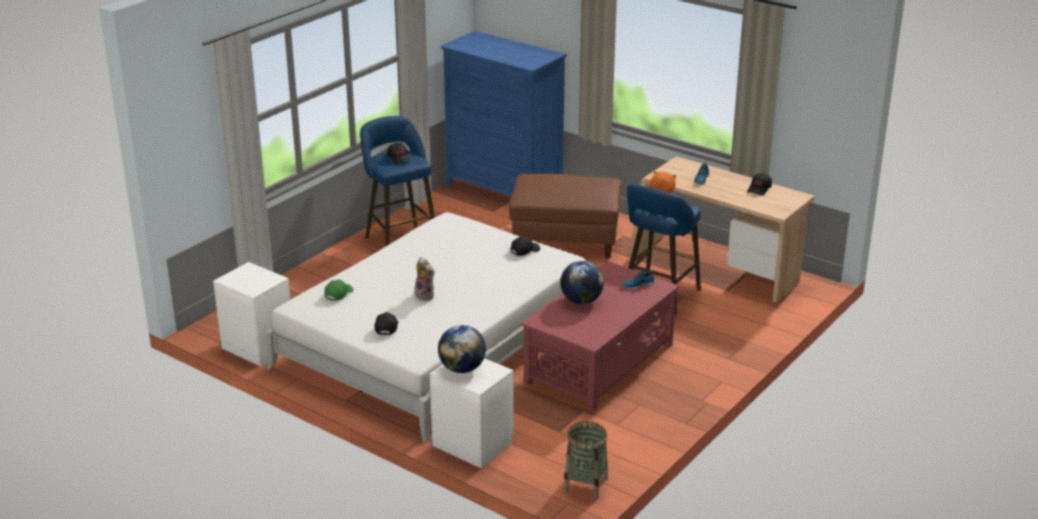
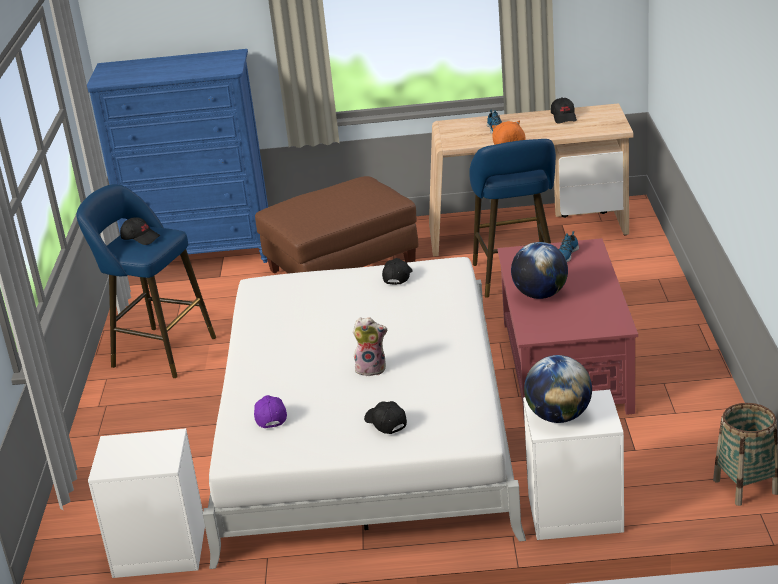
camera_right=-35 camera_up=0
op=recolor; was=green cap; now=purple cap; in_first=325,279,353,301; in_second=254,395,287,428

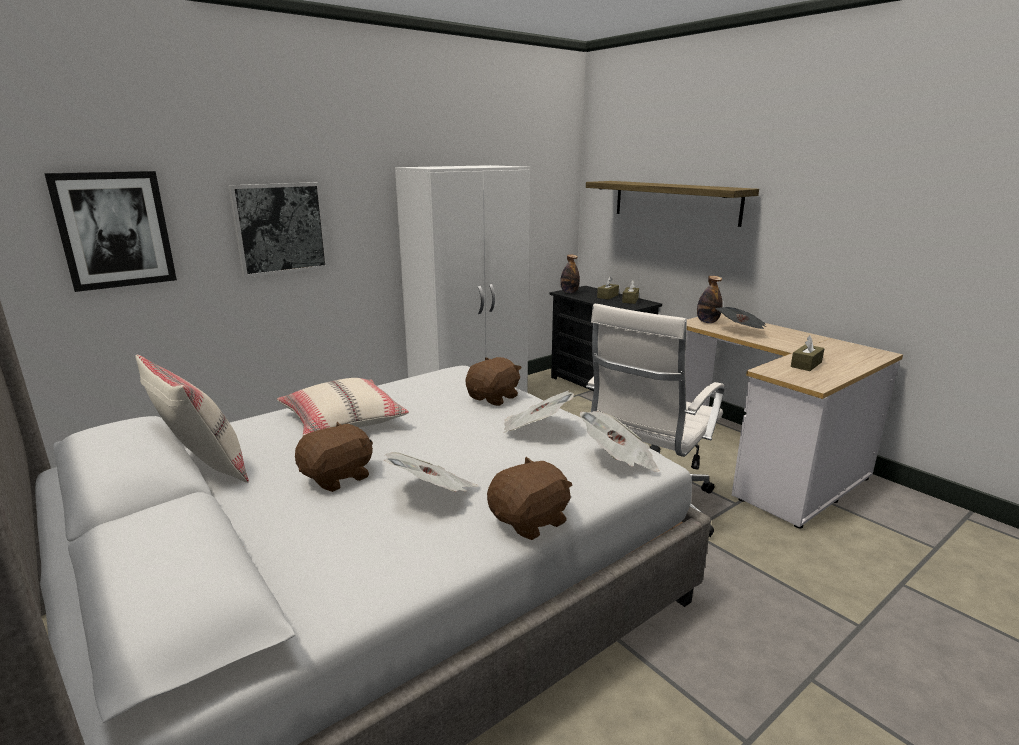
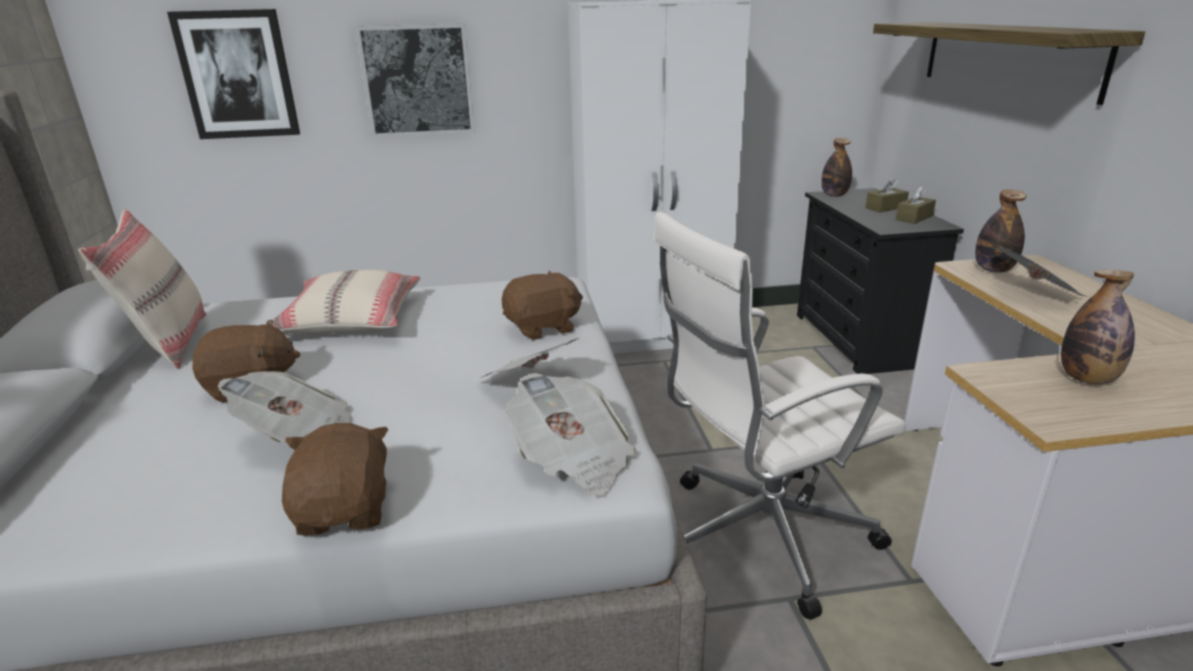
camera_right=30 camera_up=5
op=replace; was=brown tissue box; now=bottle; in_first=791,336,825,371; in_second=1061,270,1135,384
op=rotate; was=brown plush toy; in_first=487,457,573,540; in_second=282,423,389,536; clockwise=-90

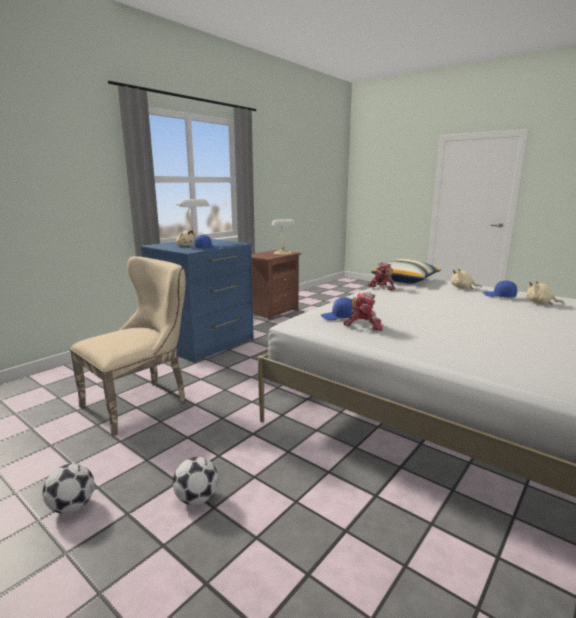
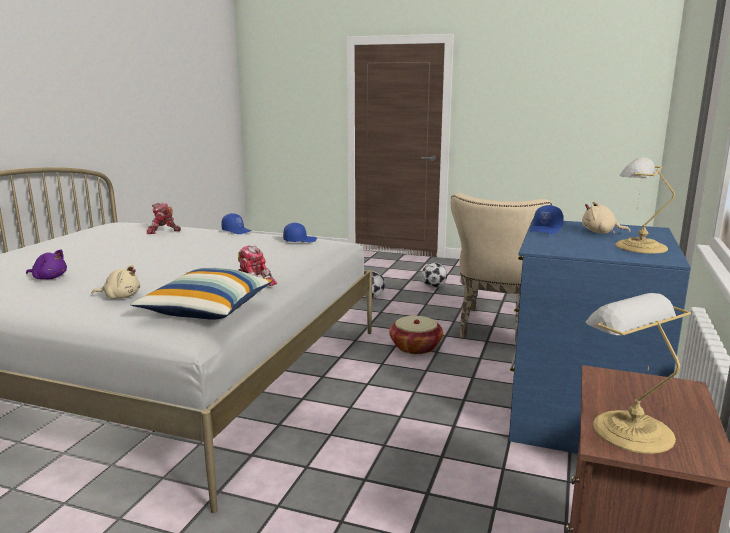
camera_right=160 camera_up=0
op=insert; now=basket; in_second=389,316,443,354
op=move; was=toy robot; in_first=343,292,383,331; in_second=147,203,181,234
op=move; was=blue cap; in_first=484,280,517,298; in_second=221,213,252,234
op=recolor; was=beige plush toy; now=purple plush toy; in_first=526,280,565,305; in_second=26,249,67,279

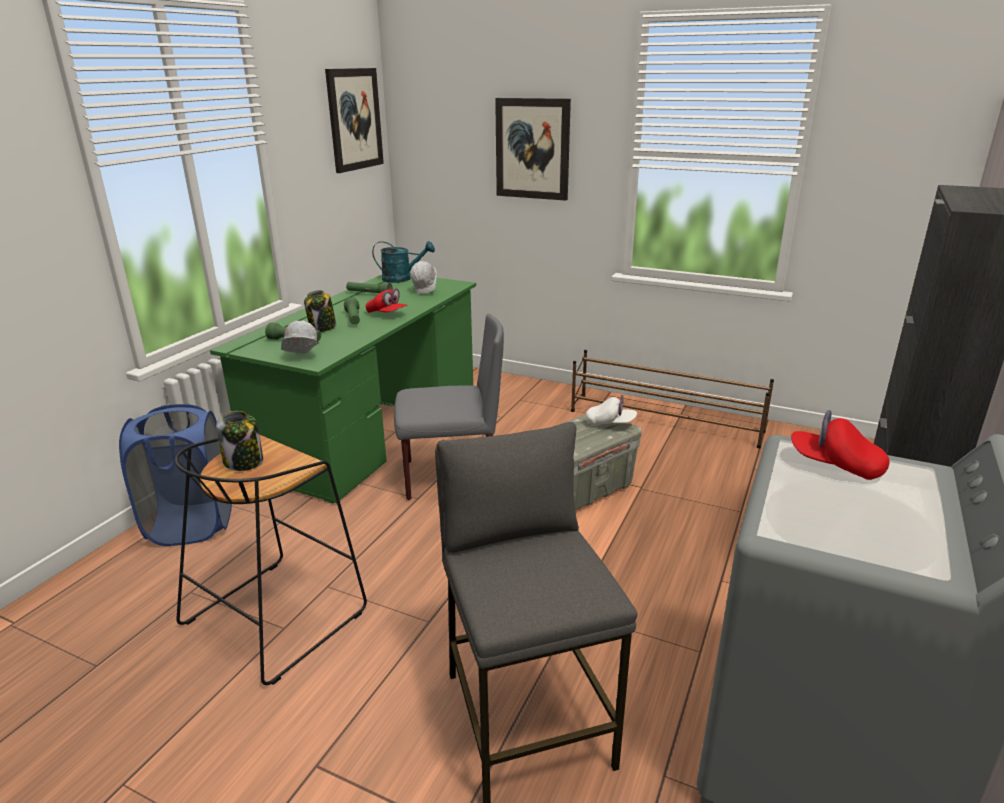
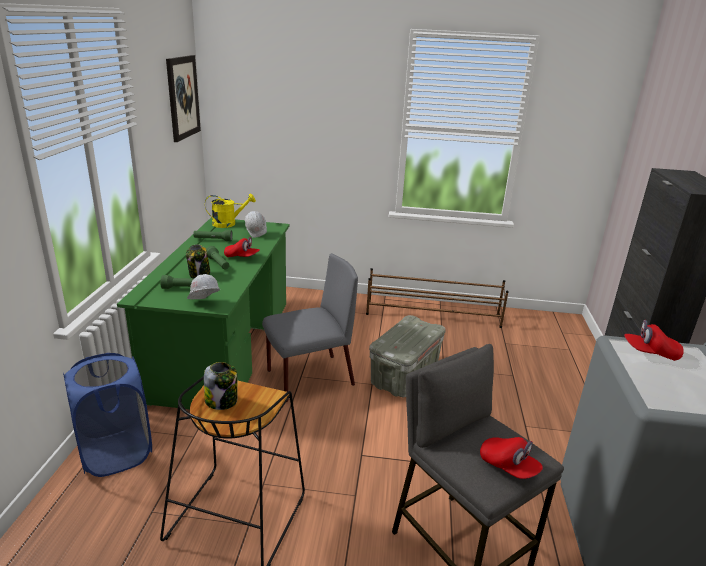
camera_right=-20 camera_up=0
op=delete; was=picture; in_first=495,98,571,201
op=delete; was=white cap; in_first=586,395,637,425
op=insert; now=red cap; in_second=480,437,543,479
op=recolor; was=turquoise watering can; now=yellow watering can; in_first=372,241,435,283; in_second=205,194,256,228

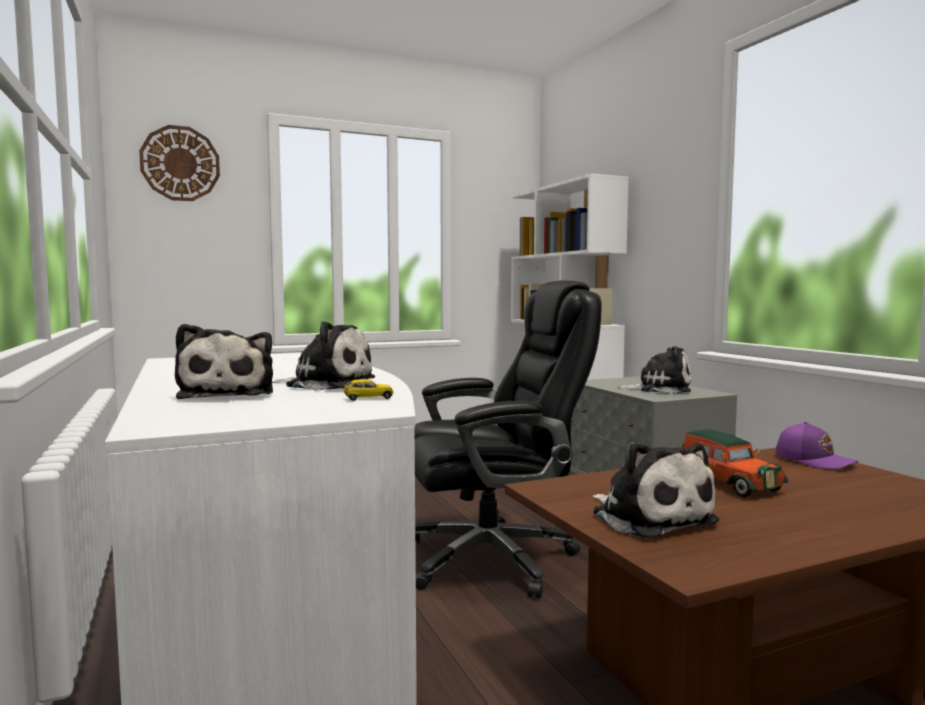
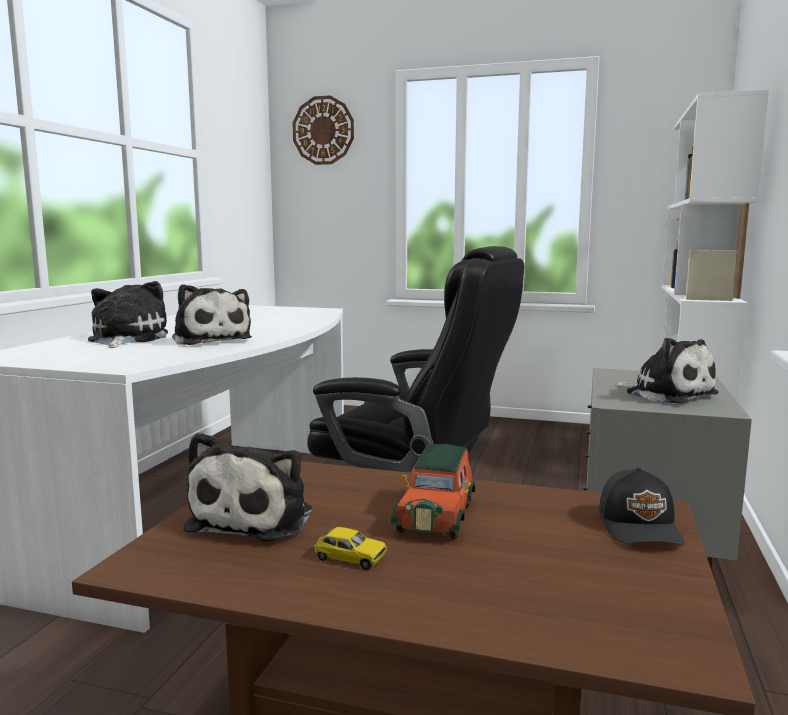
camera_right=40 camera_up=5
op=move; was=toy car; in_first=344,379,394,401; in_second=315,527,387,570
op=recolor; was=purple cap; now=black cap; in_first=776,421,859,469; in_second=599,467,685,545
op=rotate; was=plush toy; in_first=175,324,273,399; in_second=88,281,168,348; clockwise=150

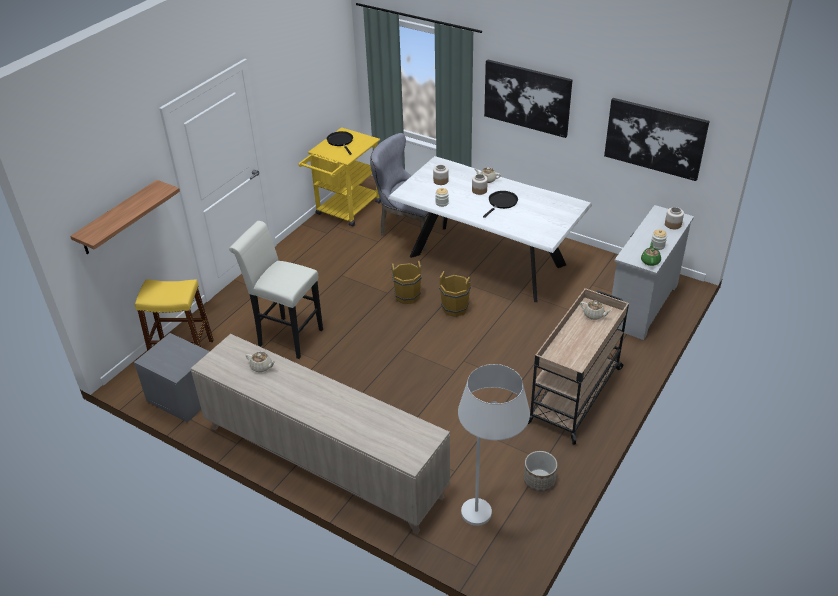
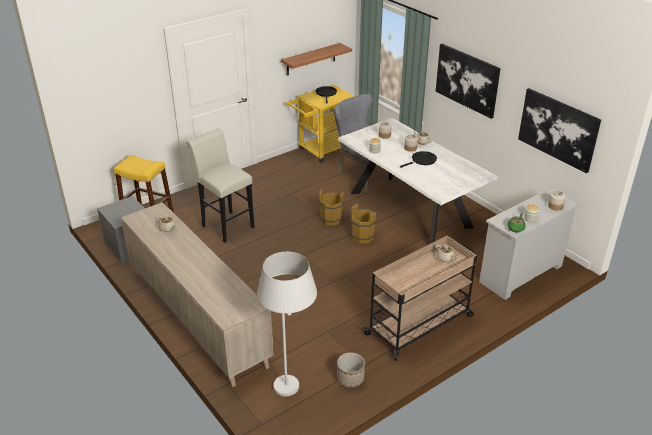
camera_right=20 camera_up=-5
op=move; was=shelf; in_first=70,180,180,254; in_second=281,43,352,75

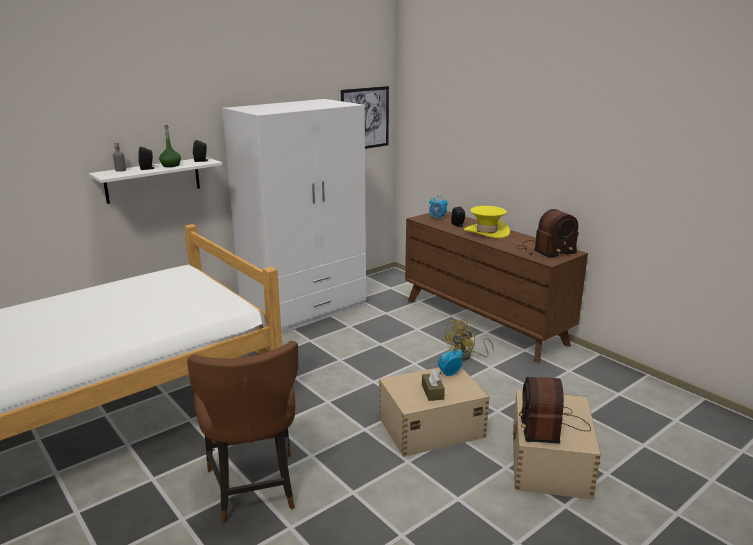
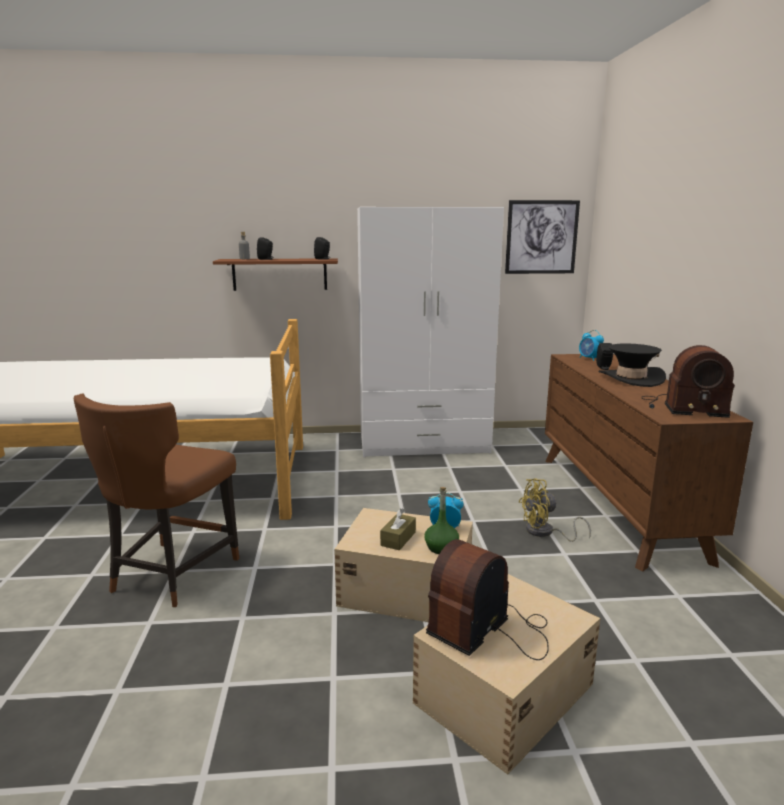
camera_right=35 camera_up=-5
op=move; was=green bottle; in_first=159,125,181,167; in_second=424,487,459,554
op=recolor; was=white shelf; now=brown shelf; in_first=89,157,222,204; in_second=213,258,338,291
op=recolor; was=yellow hat; now=black hat; in_first=464,206,510,238; in_second=599,343,666,387

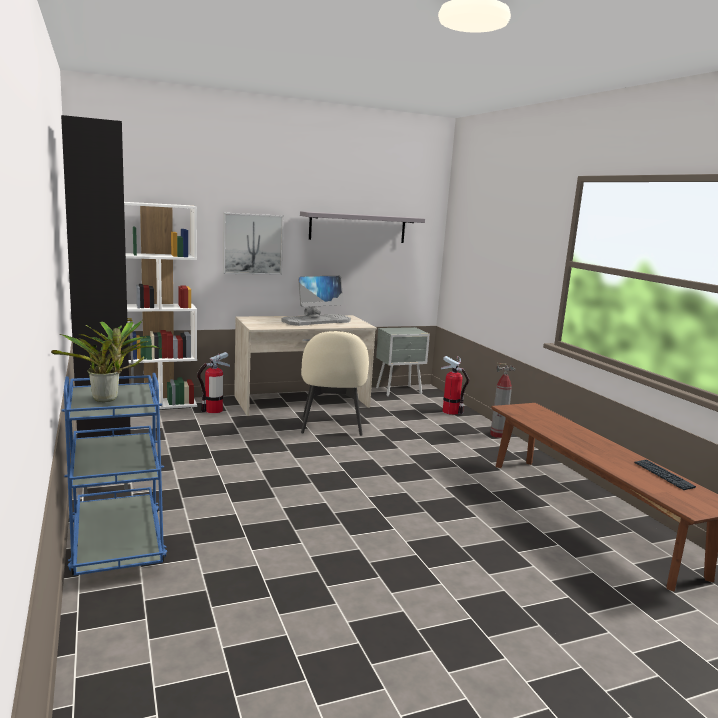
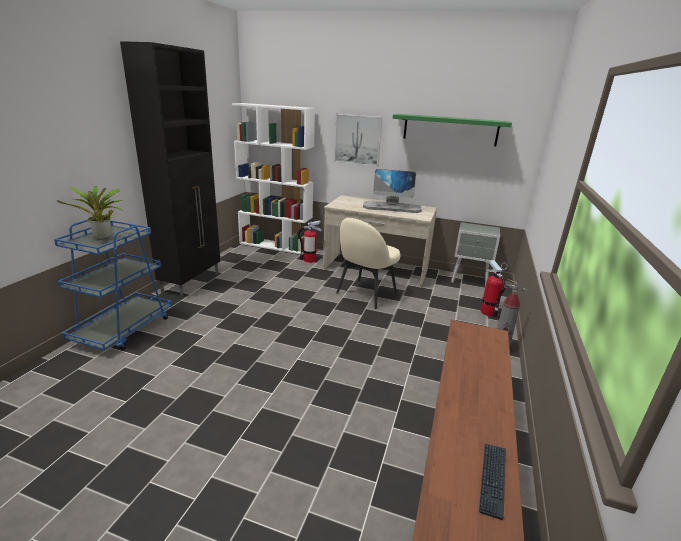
camera_right=40 camera_up=10
op=recolor; was=grey shelf; now=green shelf; in_first=300,211,425,243; in_second=393,114,512,146

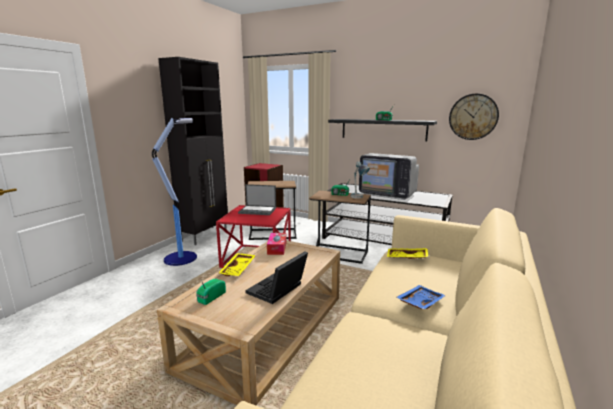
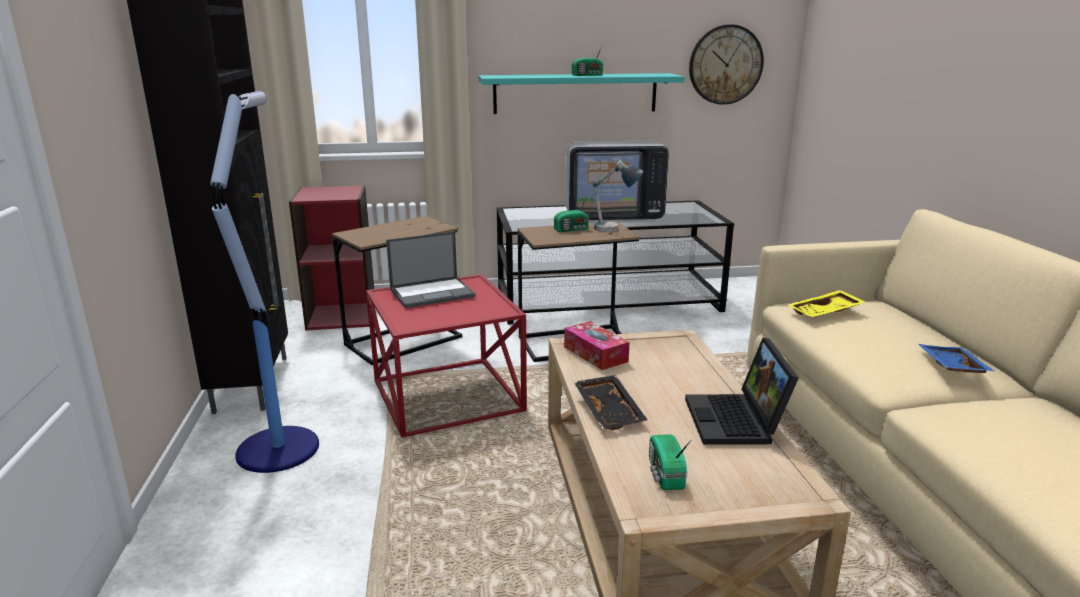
camera_right=-35 camera_up=5
op=recolor; was=yellow tray; now=black tray; in_first=219,253,256,276; in_second=574,375,648,430
op=recolor; was=black shelf; now=turquoise shelf; in_first=328,119,437,141; in_second=479,73,685,114

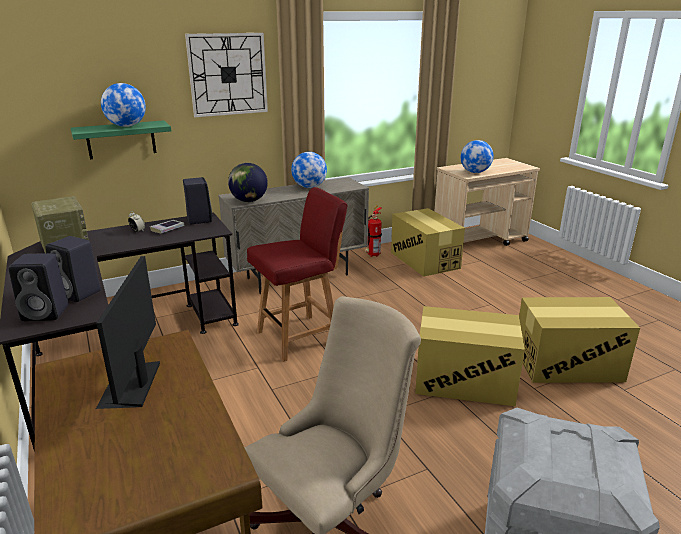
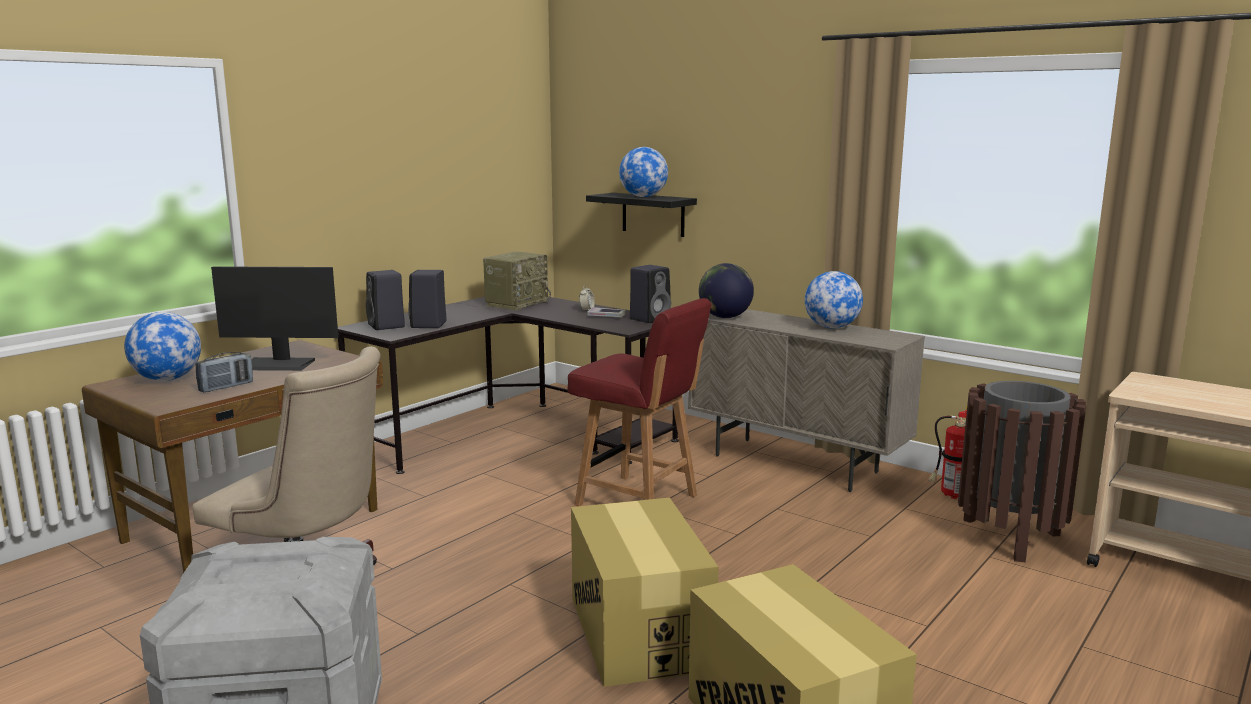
camera_right=65 camera_up=-10
op=delete; was=wall clock; in_first=185,33,268,117
op=insert; now=radio; in_second=195,352,253,392
op=move; was=globe; in_first=460,140,494,173; in_second=124,312,201,381
op=replace; was=cardboard box; now=brown trash can; in_first=391,208,465,277; in_second=958,381,1086,562
op=recolor; was=green shelf; now=black shelf; in_first=71,120,171,159; in_second=586,193,697,237
op=rotate; was=monitor; in_first=96,256,160,409; in_second=211,266,338,371; clockwise=-150

